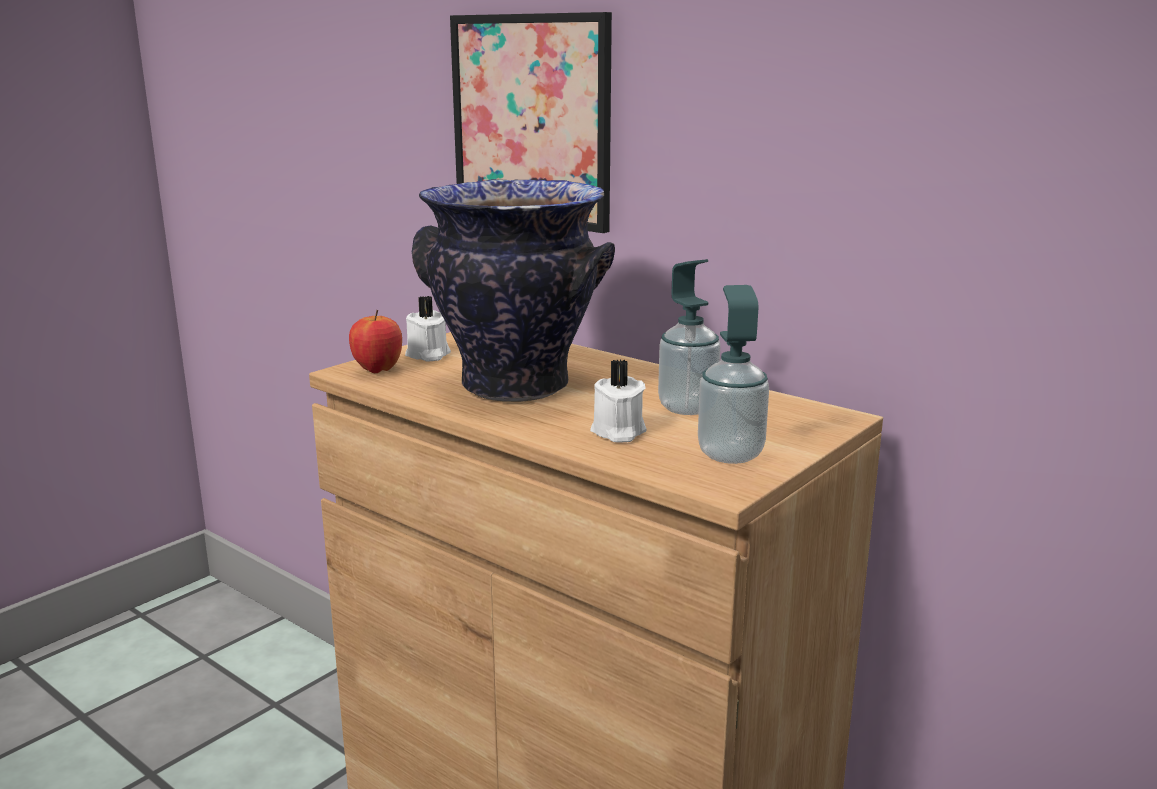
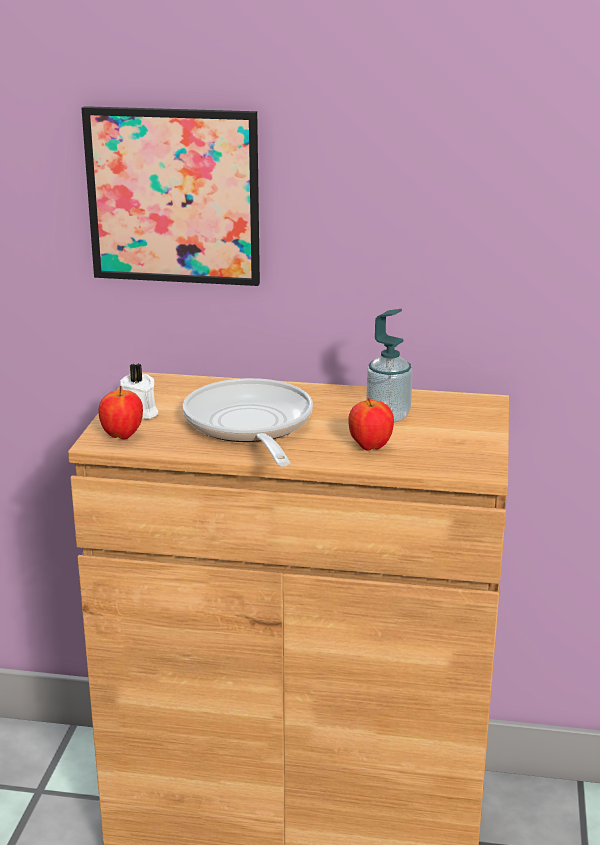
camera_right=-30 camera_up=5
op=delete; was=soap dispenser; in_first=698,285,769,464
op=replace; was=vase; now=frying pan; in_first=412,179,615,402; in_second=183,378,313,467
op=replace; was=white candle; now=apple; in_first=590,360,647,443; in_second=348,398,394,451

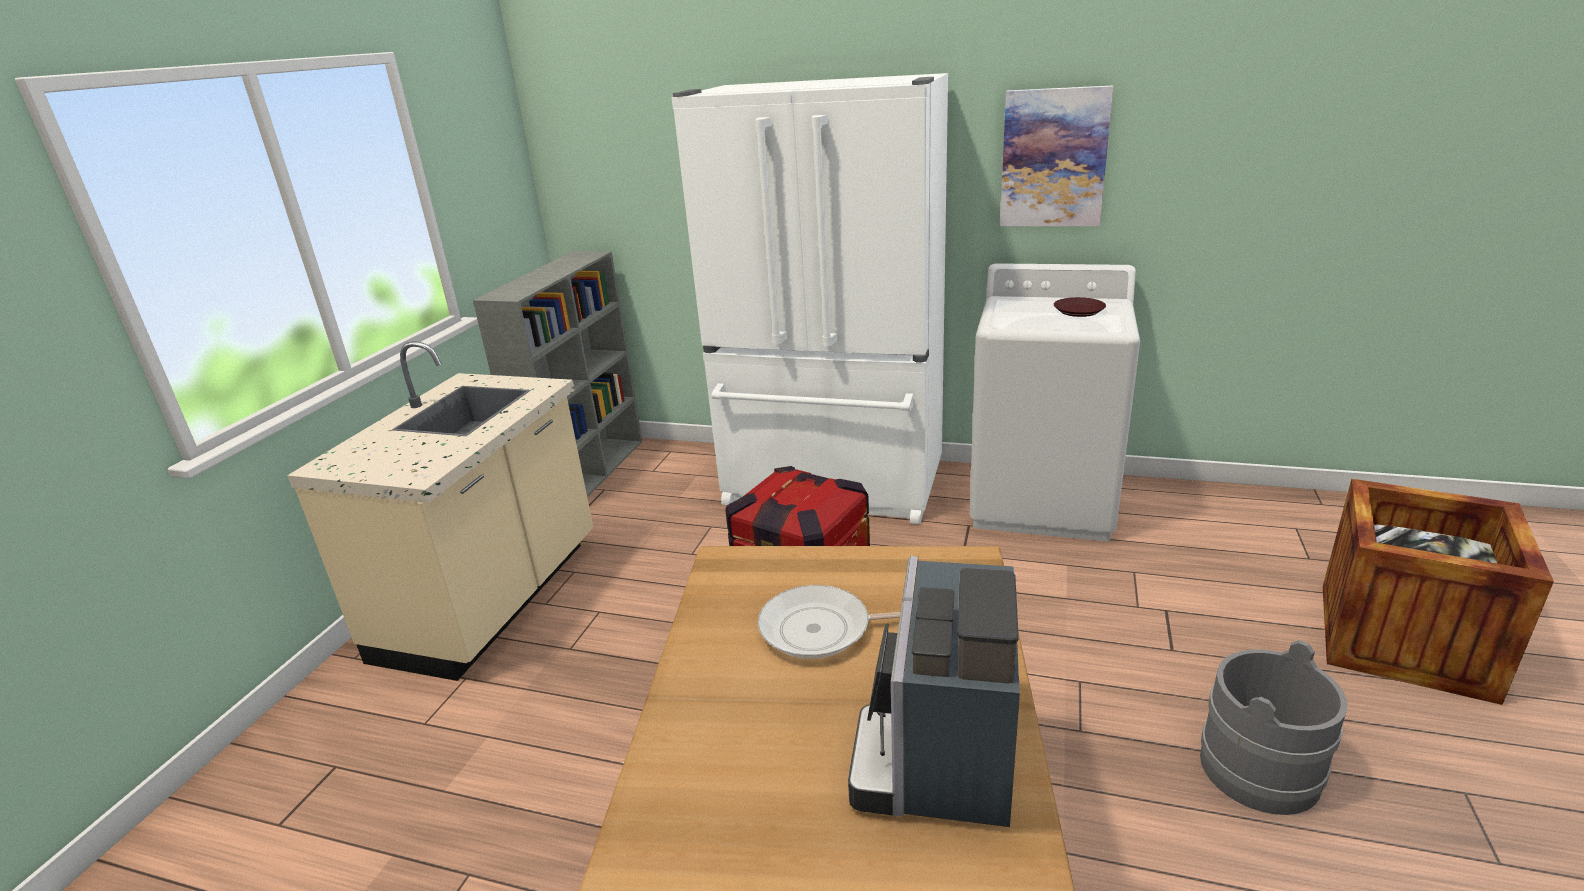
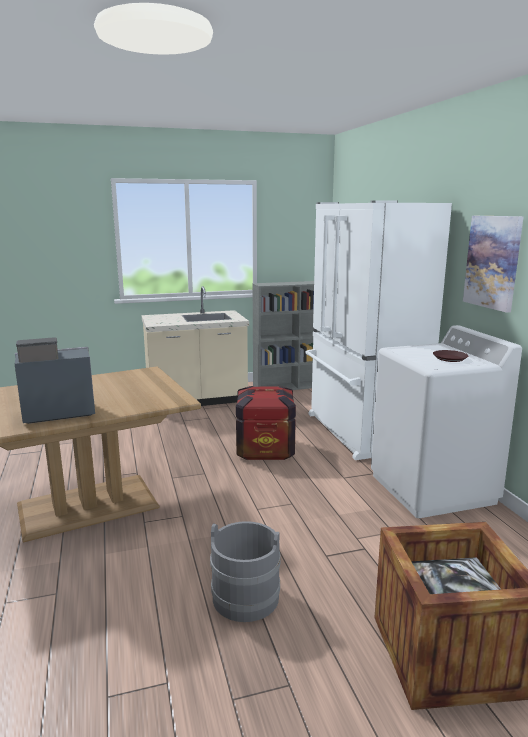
camera_right=55 camera_up=-10
op=delete; was=frying pan; in_first=758,585,900,659

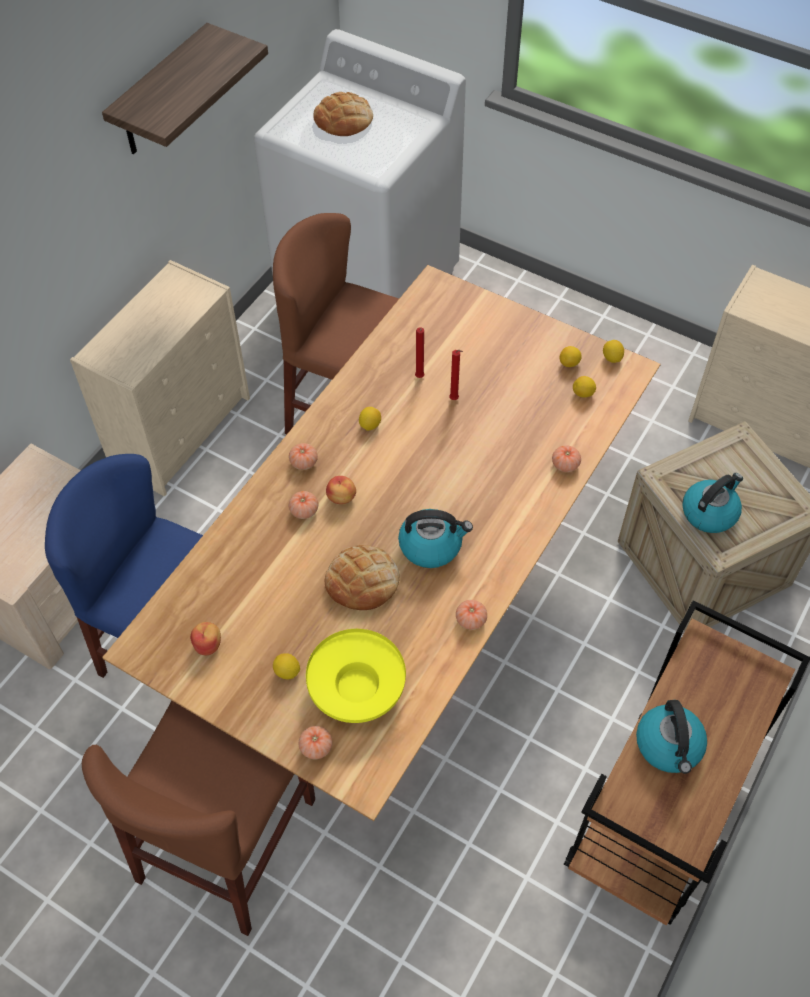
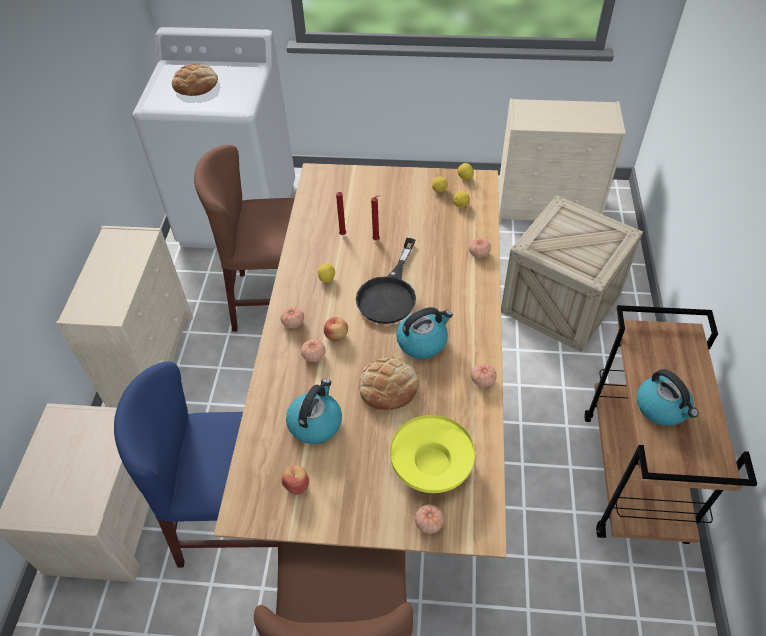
camera_right=-25 camera_up=-5
op=delete; was=shelf; in_first=102,23,268,154
op=delete; was=lemon; in_first=273,653,300,680
op=insert; now=black frying pan; in_second=356,238,416,324
op=move; was=kettle; in_first=682,473,743,533; in_second=286,379,342,444

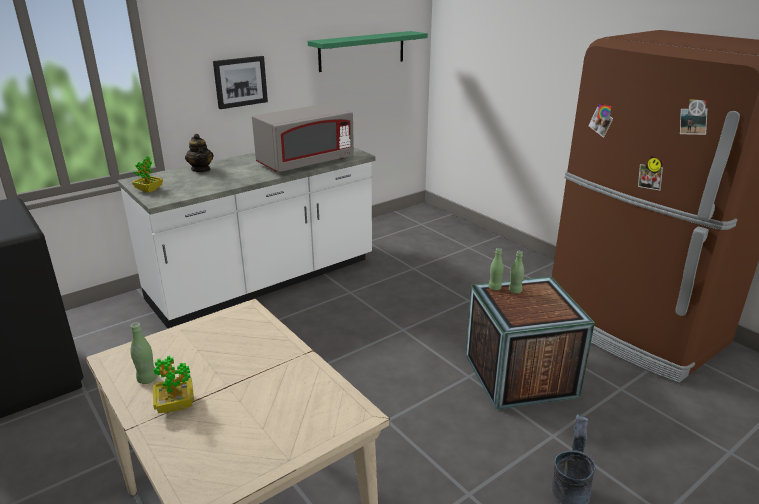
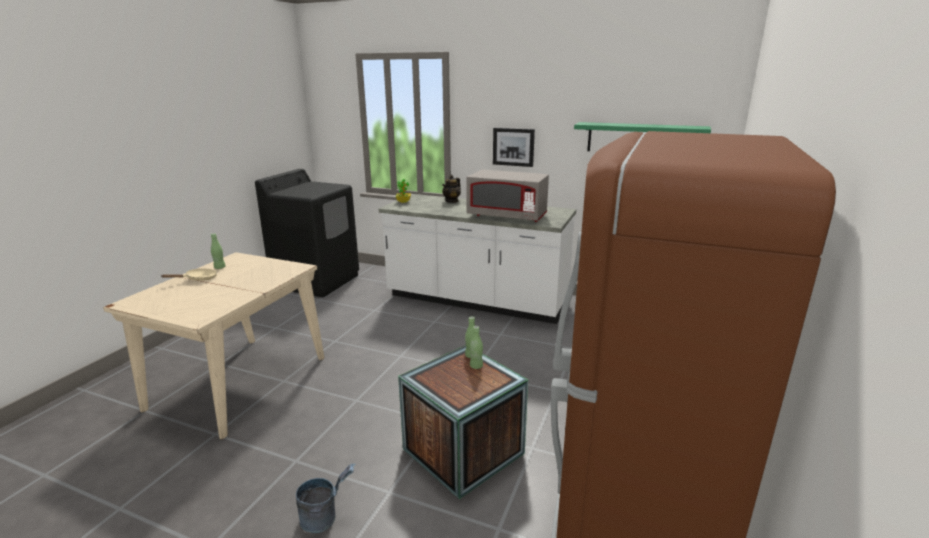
camera_right=60 camera_up=-5
op=replace; was=potted plant; now=beige frying pan; in_first=153,356,194,413; in_second=161,268,217,281

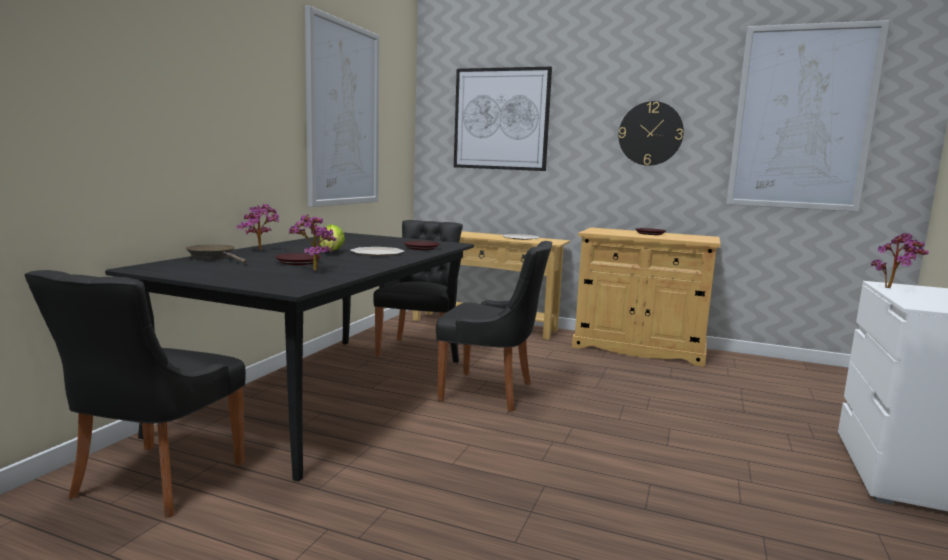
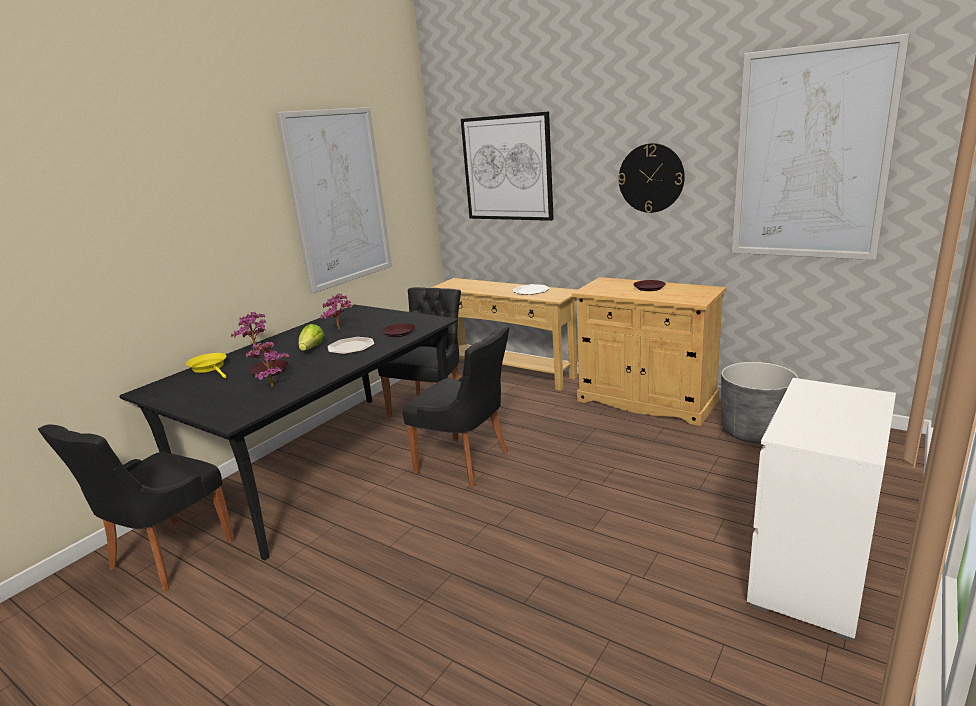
camera_right=15 camera_up=10
op=insert; now=grey planter; in_second=721,362,798,444
op=move; was=potted plant; in_first=871,233,929,288; in_second=320,294,352,330
op=recolor; was=brown frying pan; now=yellow frying pan; in_first=185,244,247,263; in_second=186,353,227,378

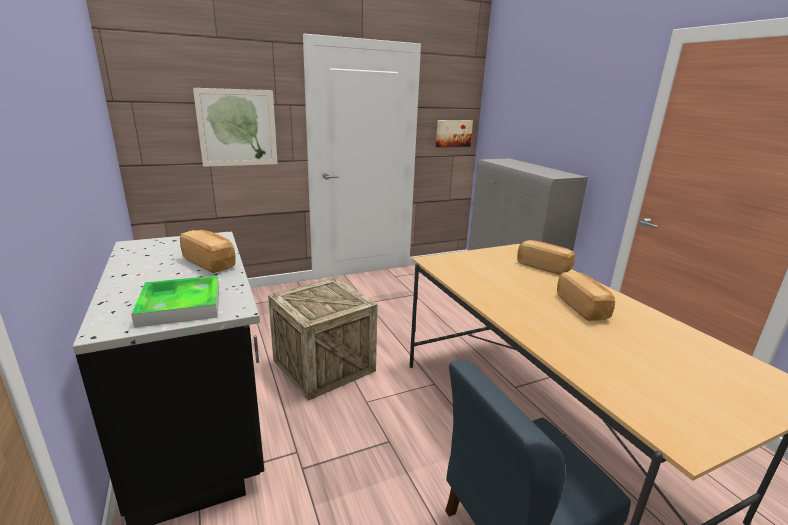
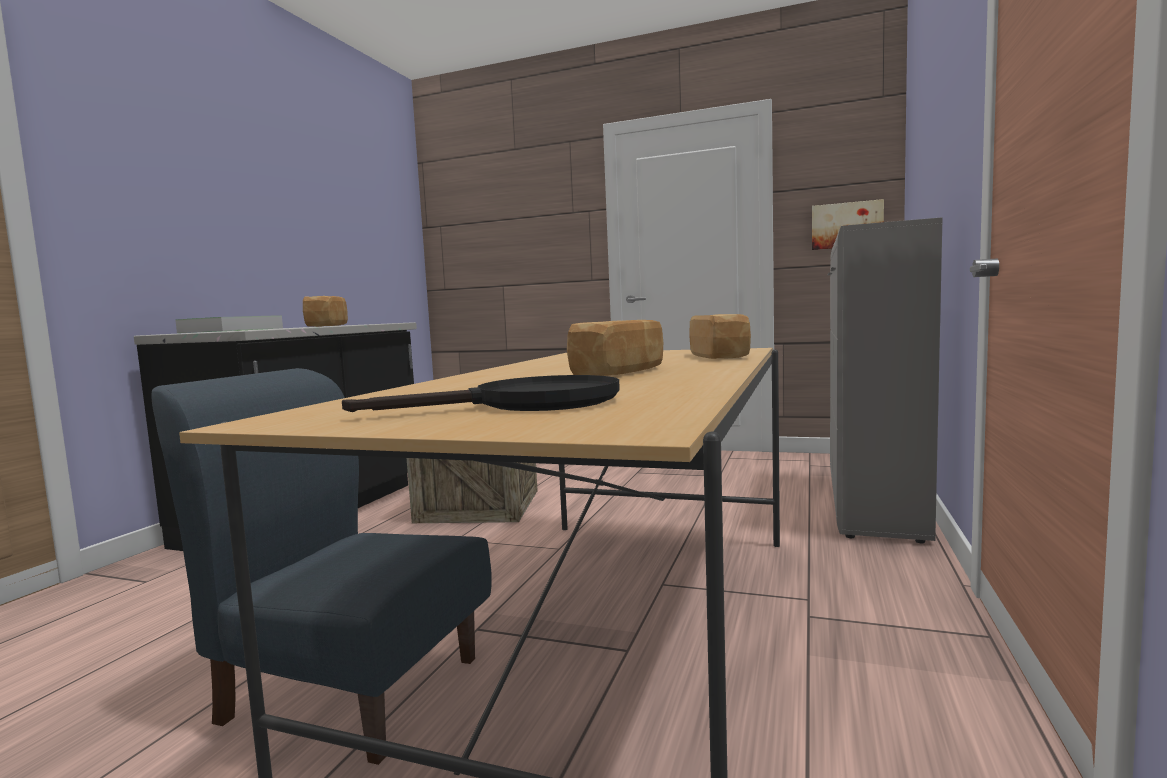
camera_right=45 camera_up=-15
op=delete; was=picture; in_first=193,88,278,167
op=insert; now=black frying pan; in_second=342,375,620,412

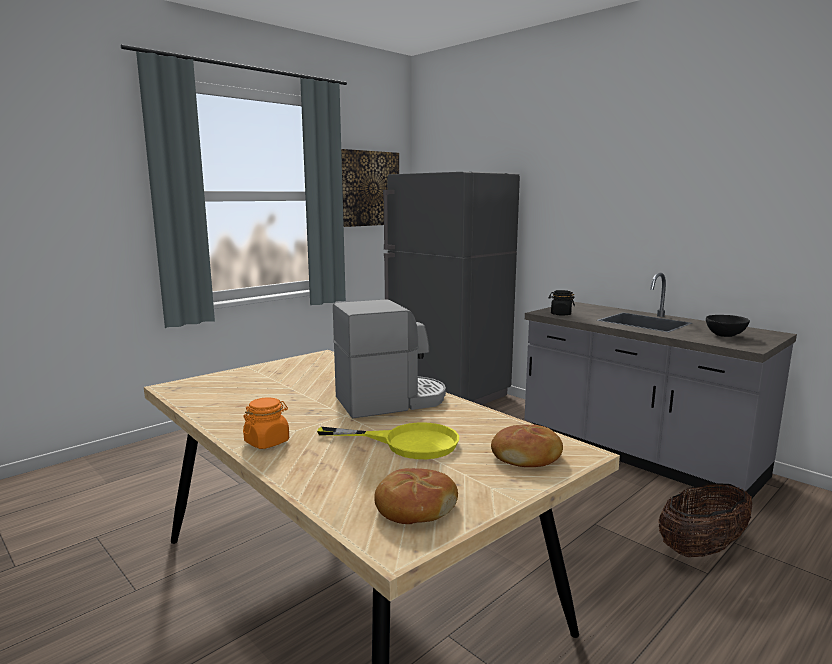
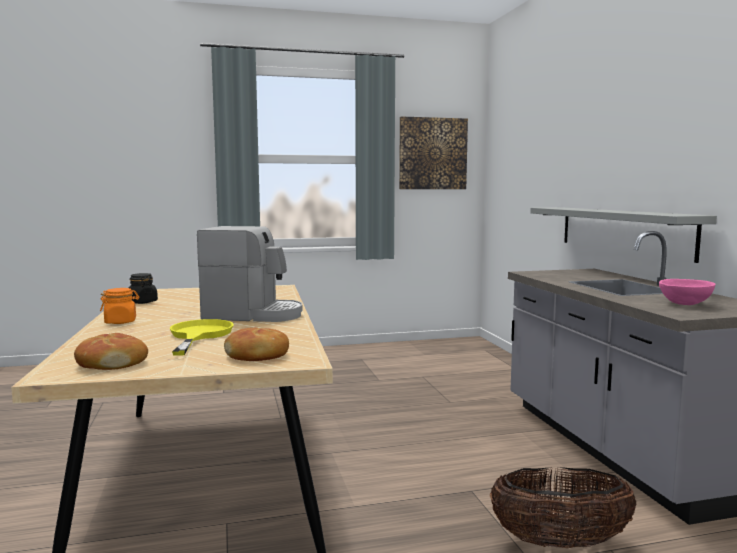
camera_right=30 camera_up=-5
op=delete; was=grey fridge; in_first=383,172,520,405
op=insert; now=grey shelf; in_second=530,207,717,263
op=move; was=black jar; in_first=548,290,575,316; in_second=129,273,158,304
op=recolor; was=black bowl; now=pink bowl; in_first=706,315,750,337; in_second=659,279,716,305
op=rotate; was=yellow frying pan; in_first=317,422,459,459; in_second=169,319,233,356; clockwise=-135

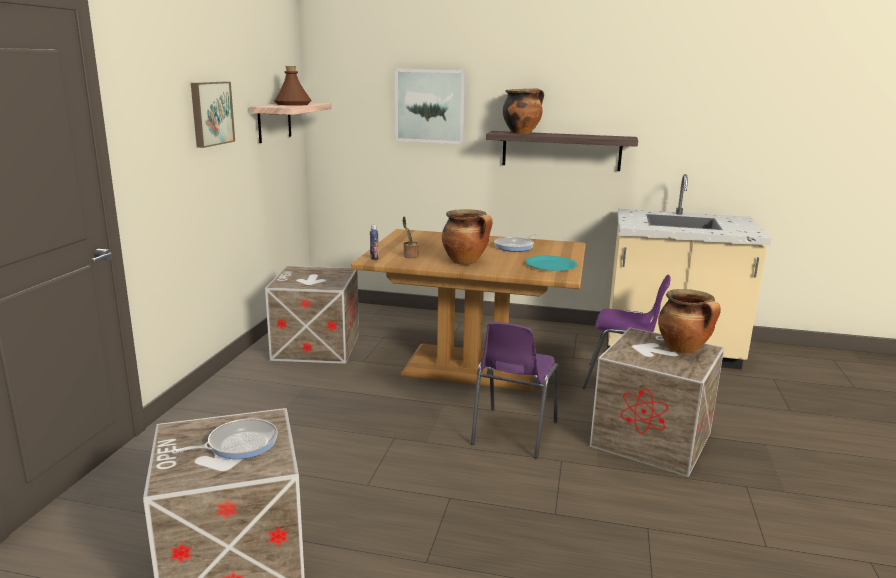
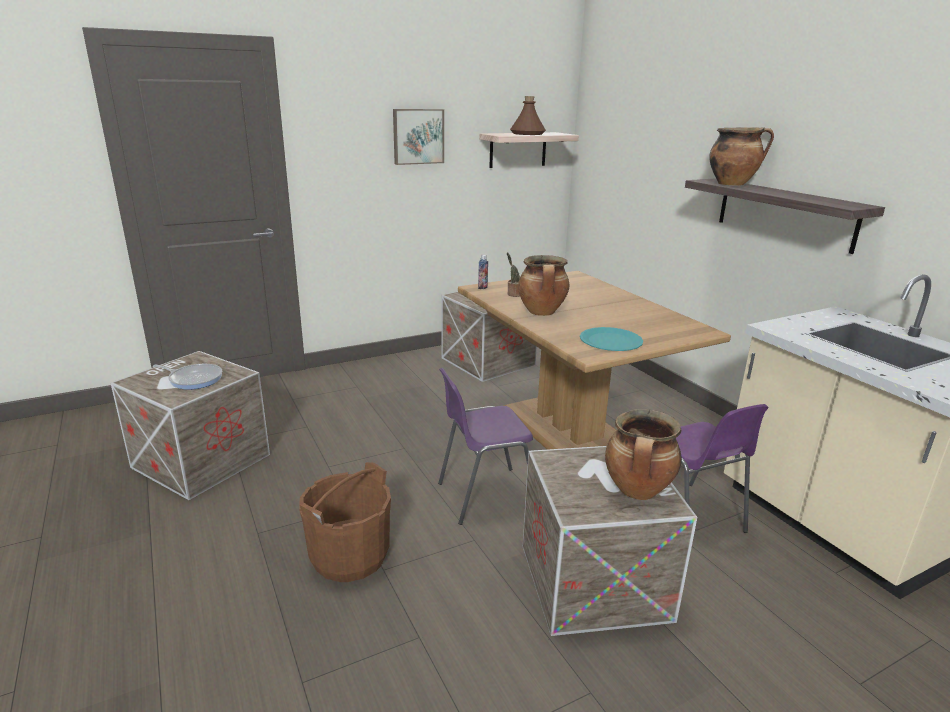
camera_right=50 camera_up=5
op=delete; was=picture; in_first=395,69,466,144
op=delete; was=frying pan; in_first=494,233,537,252
op=insert; now=brown bucket; in_second=299,462,391,582

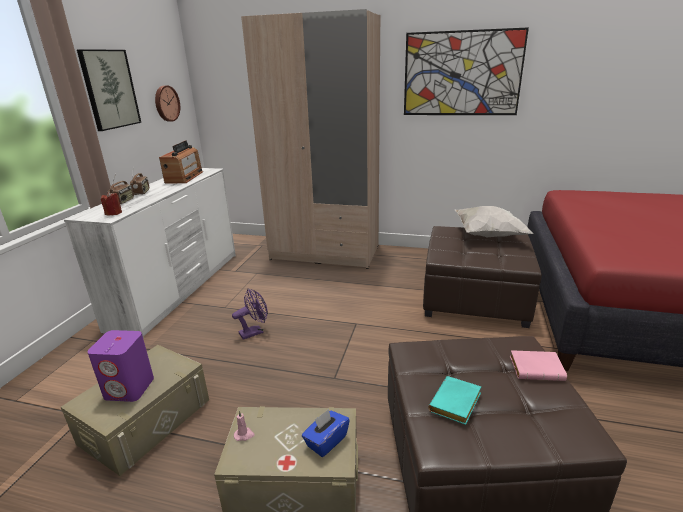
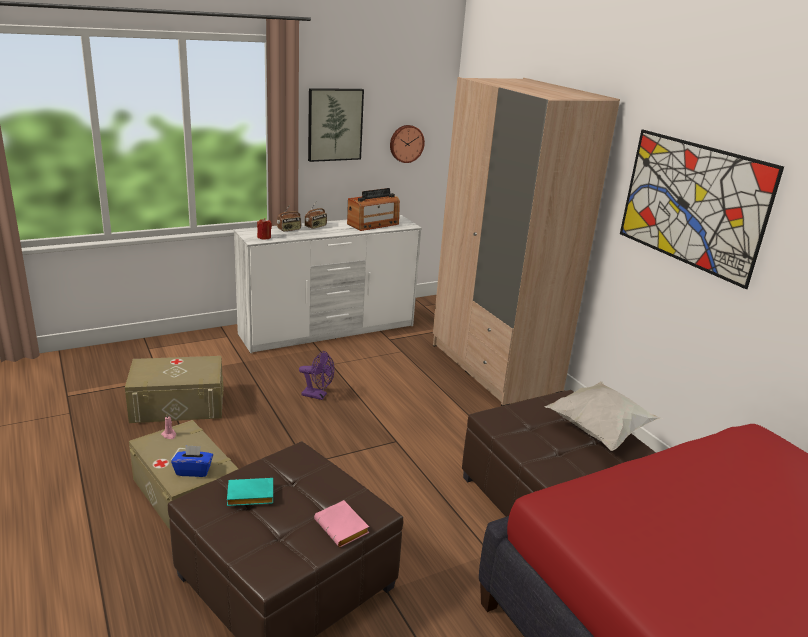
camera_right=45 camera_up=0
op=delete; was=purple speaker; in_first=87,330,154,402

